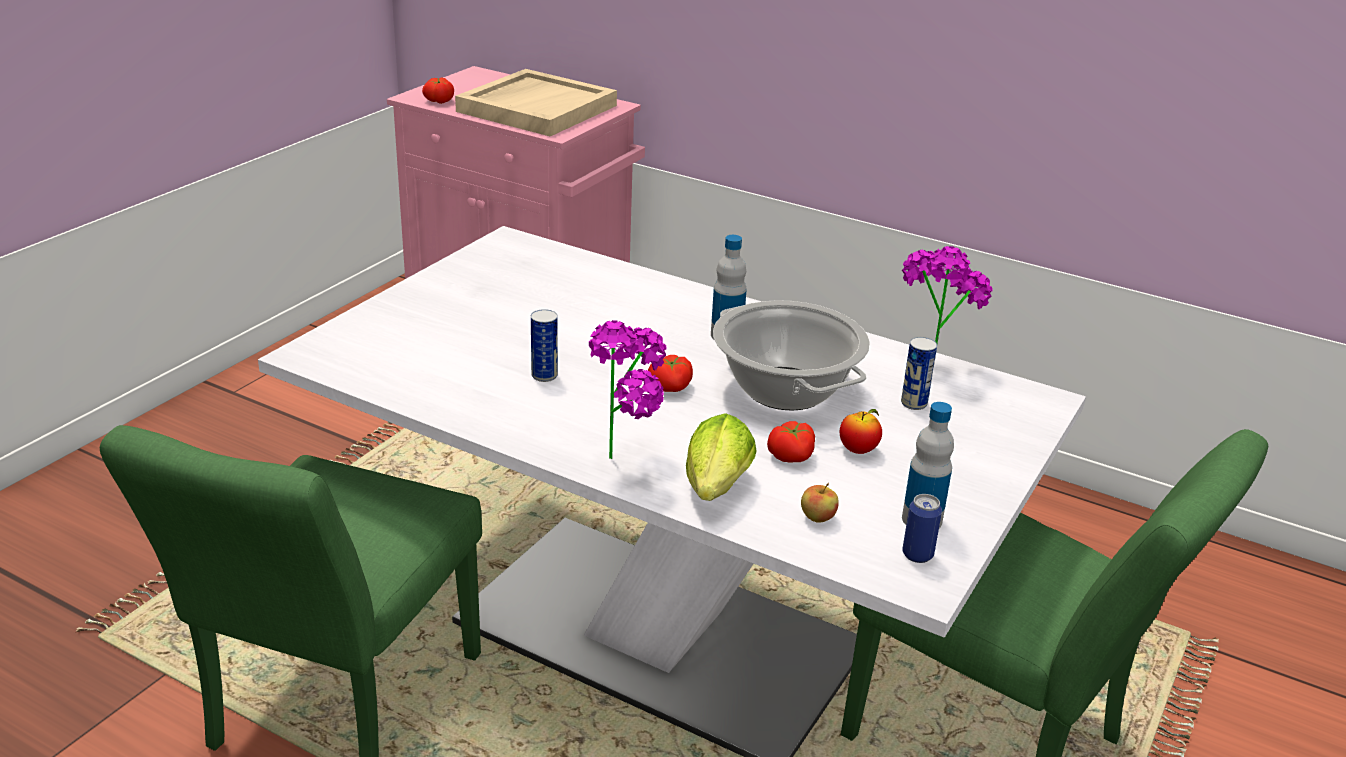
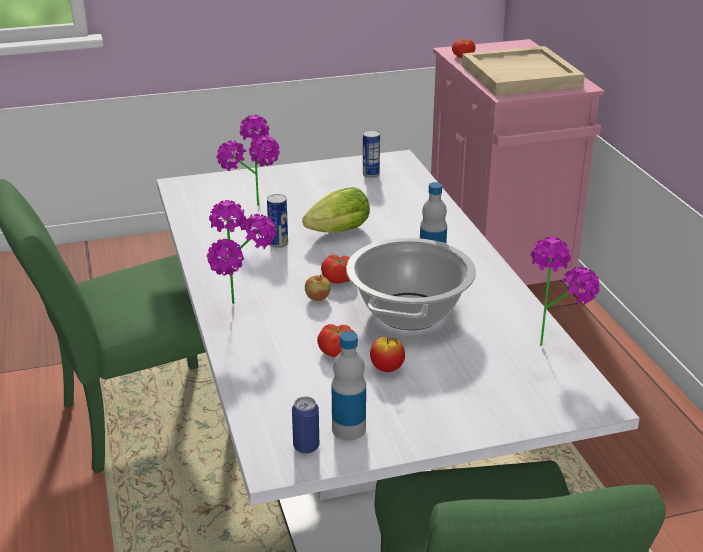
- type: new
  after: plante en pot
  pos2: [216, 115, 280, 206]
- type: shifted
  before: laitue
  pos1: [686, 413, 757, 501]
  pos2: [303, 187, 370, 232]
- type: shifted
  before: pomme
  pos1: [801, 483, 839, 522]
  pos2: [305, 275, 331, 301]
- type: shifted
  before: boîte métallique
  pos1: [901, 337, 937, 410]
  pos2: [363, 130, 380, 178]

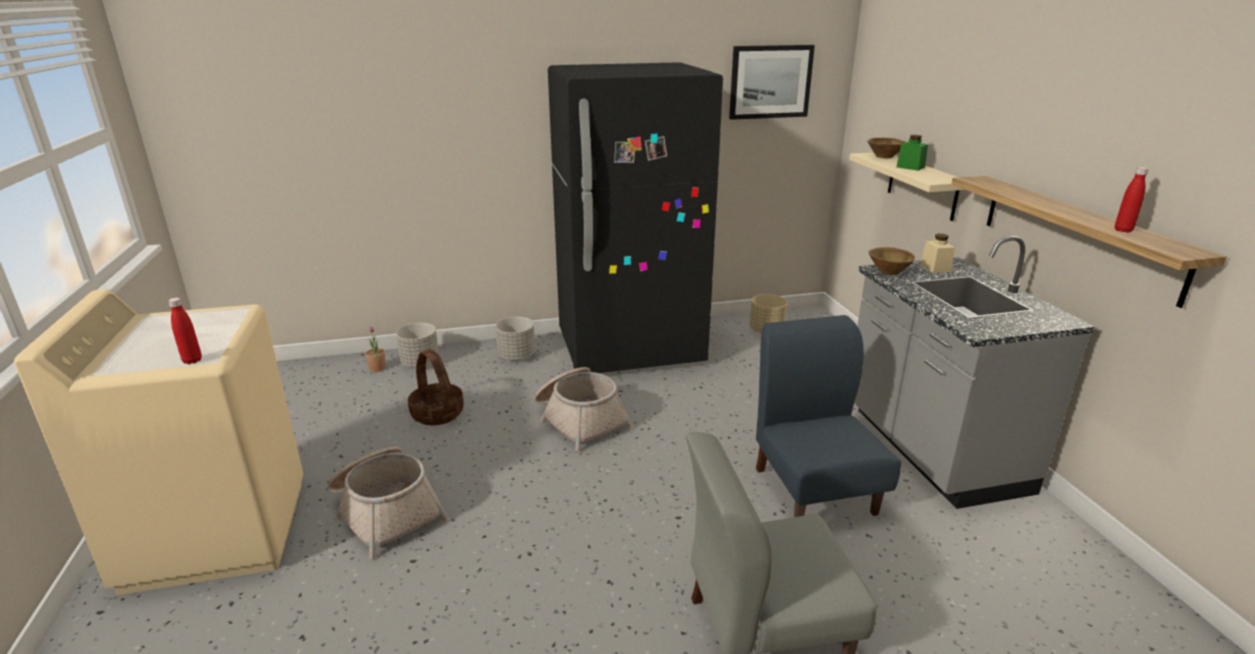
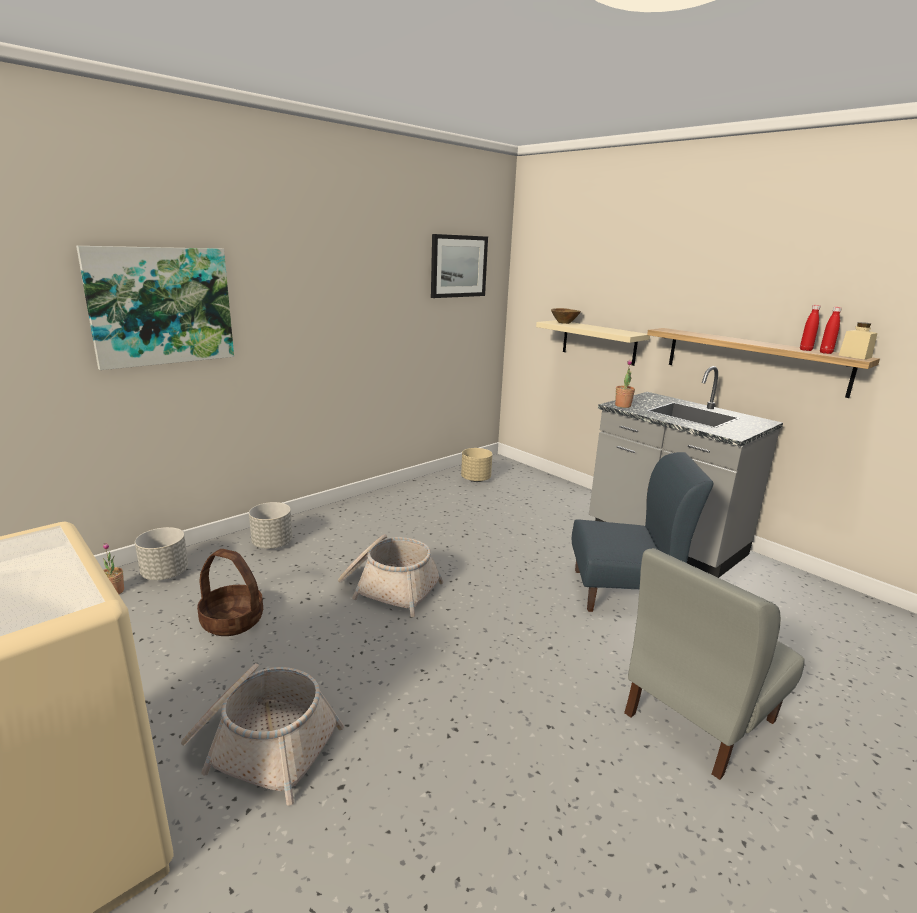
- type: gone
  before: réfrigérateur [noir]
  pos1: [548, 62, 723, 373]
- type: gone
  before: bocal [vert]
  pos1: [897, 135, 928, 171]
- type: new
  after: tableau
  pos2: [76, 246, 234, 370]
- type: shifted
  before: bouteille [rouge]
  pos1: [168, 298, 202, 364]
  pos2: [820, 307, 842, 354]
- type: shifted
  before: bocal [beige]
  pos1: [920, 233, 955, 273]
  pos2: [838, 322, 877, 360]
- type: swapped
  before: bol [marron]
  after: plante en pot
  pos1: [869, 247, 915, 275]
  pos2: [615, 360, 635, 408]
- type: rotated
  before: chaise [bleu]
  pos1: [756, 315, 901, 517]
  pos2: [572, 452, 713, 612]
  turn: 135

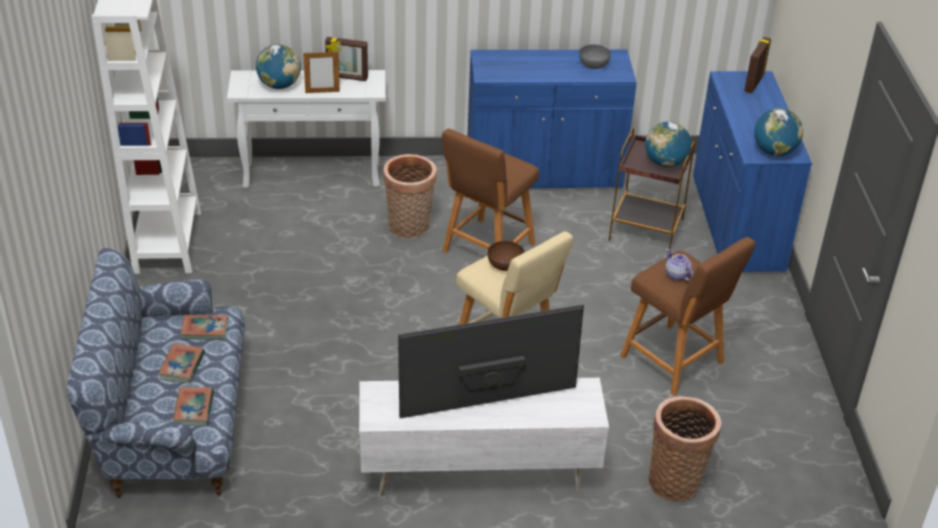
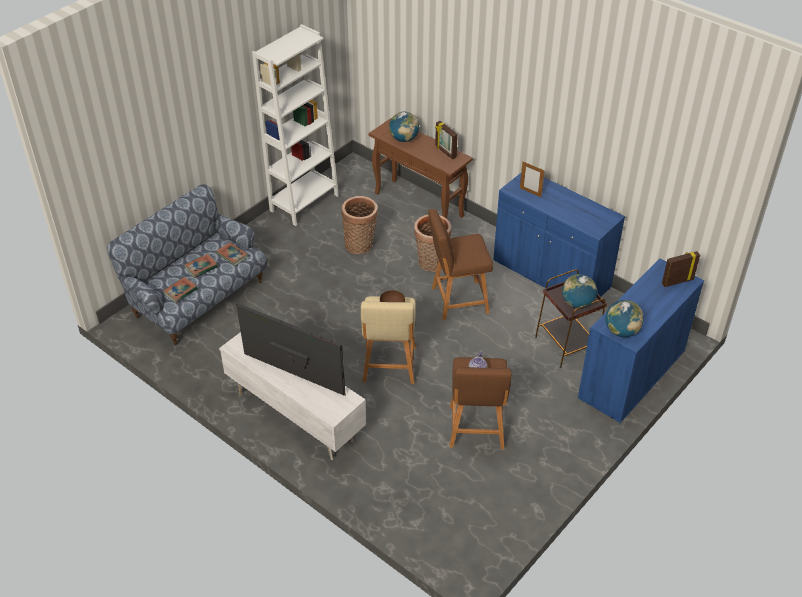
- type: gone
  before: bol [gris]
  pos1: [579, 45, 611, 69]
- type: shifted
  before: cadre photo
  pos1: [303, 51, 340, 93]
  pos2: [520, 161, 545, 197]
- type: shifted
  before: panier
  pos1: [649, 396, 721, 502]
  pos2: [341, 196, 378, 254]
- type: repainted
  before: table console [blanc]
  after: table console [marron]
  pos1: [227, 70, 386, 188]
  pos2: [369, 118, 473, 219]

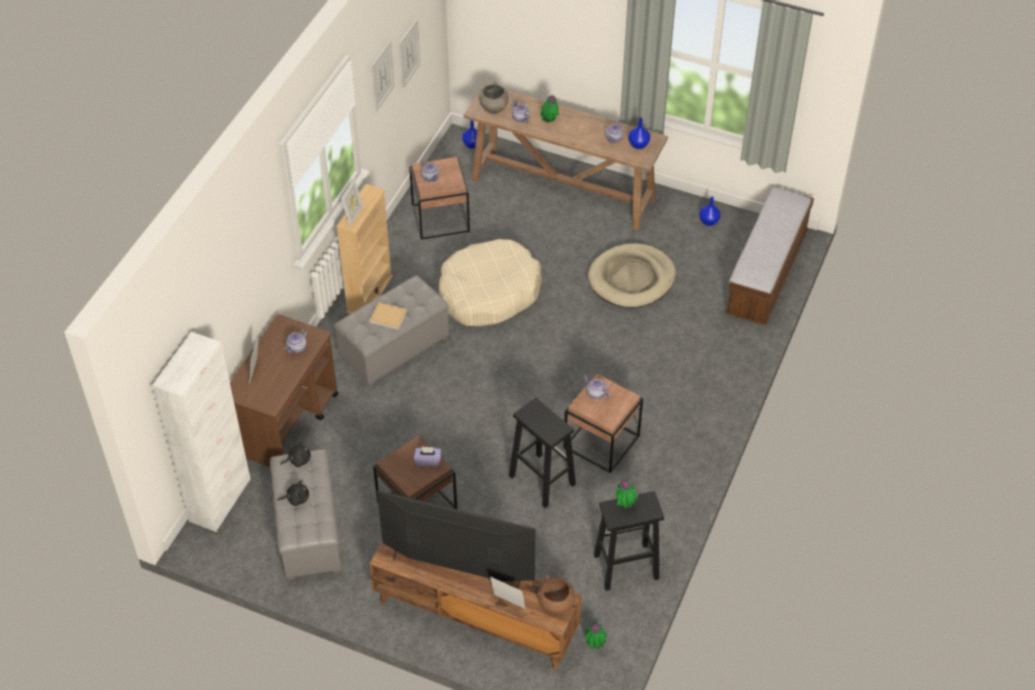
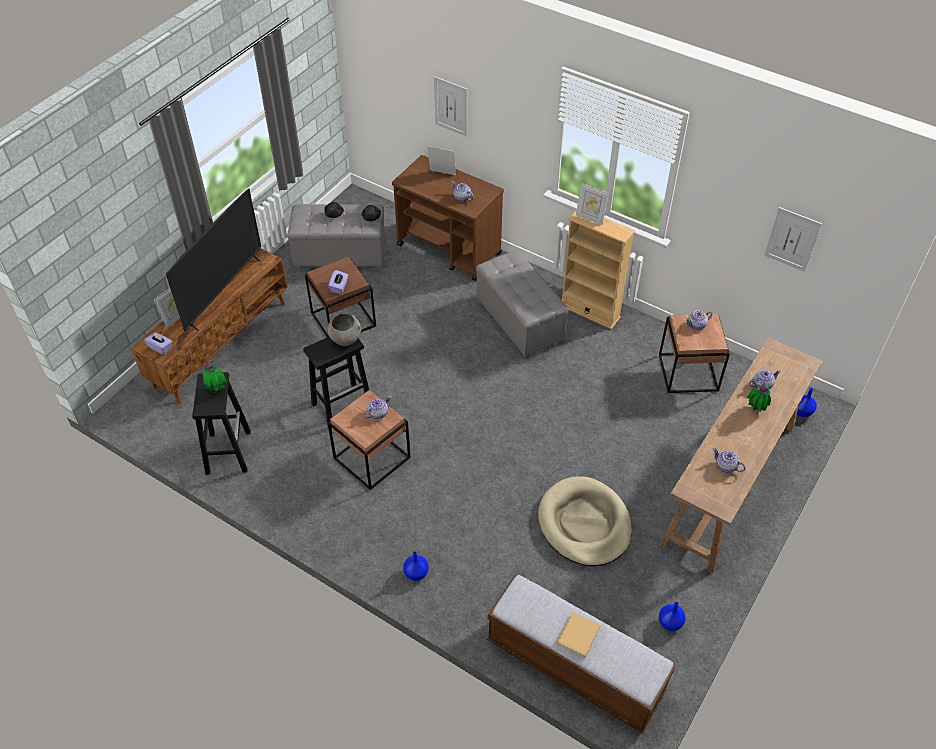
- type: gone
  before: meuble de rangement [blanc]
  pos1: [152, 332, 251, 532]
- type: gone
  before: panier pour chien [beige]
  pos1: [438, 239, 542, 326]
- type: gone
  before: plante en pot
  pos1: [586, 622, 607, 650]
- type: shifted
  before: livre [beige]
  pos1: [369, 302, 407, 330]
  pos2: [557, 612, 601, 658]
- type: shifted
  before: tableau
  pos1: [372, 41, 395, 112]
  pos2: [434, 76, 467, 137]
- type: shifted
  before: bol [gris]
  pos1: [479, 82, 509, 114]
  pos2: [328, 313, 362, 346]
- type: shifted
  before: vase [bleu]
  pos1: [628, 118, 650, 149]
  pos2: [403, 551, 429, 581]
- type: swapped
  before: bol [marron]
  after: boîte à mouchoirs [violet]
  pos1: [538, 575, 574, 615]
  pos2: [144, 332, 172, 355]

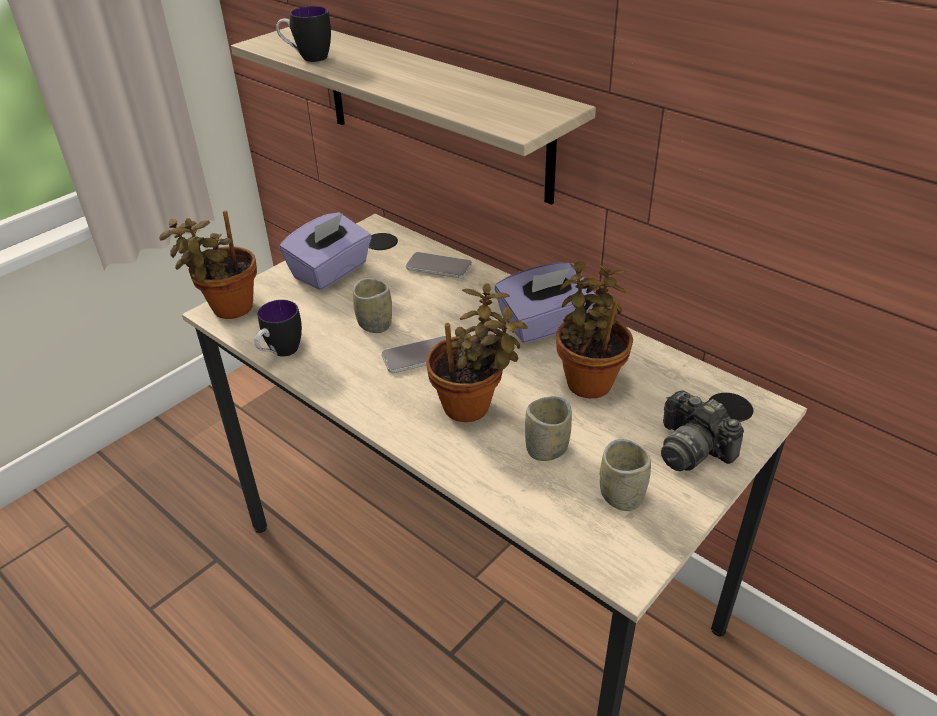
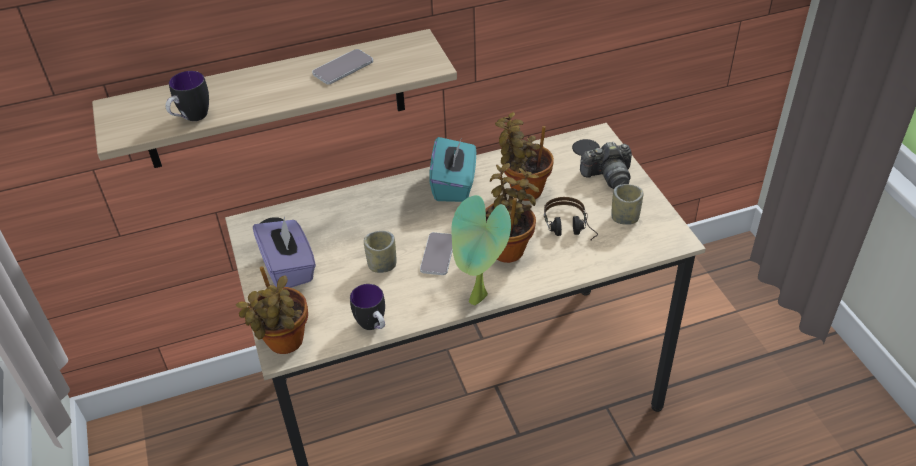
- type: new
  after: plante en pot
  pos2: [451, 195, 511, 305]
- type: shifted
  before: téléphone
  pos1: [406, 252, 472, 278]
  pos2: [312, 49, 373, 84]
- type: swapped
  before: tasse
  after: casque audio
  pos1: [525, 397, 572, 461]
  pos2: [544, 197, 598, 240]
- type: repainted
  before: boîte à mouchoirs [violet]
  after: boîte à mouchoirs [turquoise]
  pos1: [495, 262, 596, 343]
  pos2: [429, 137, 476, 202]

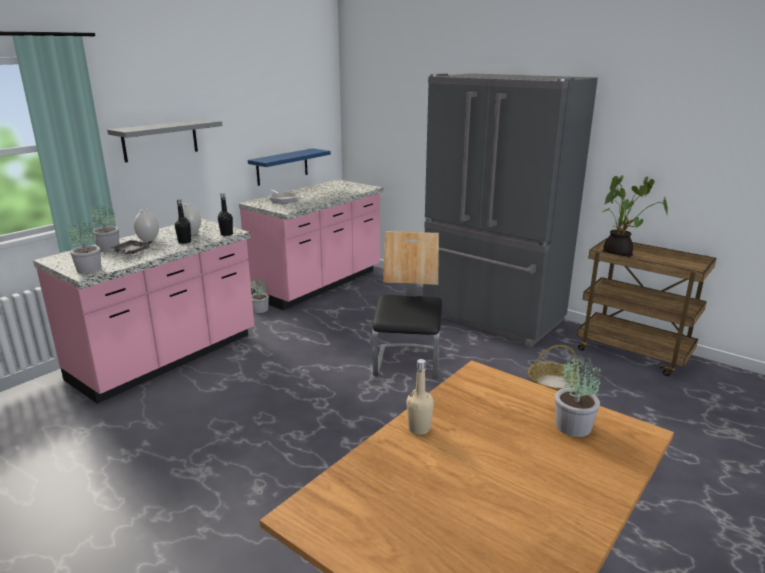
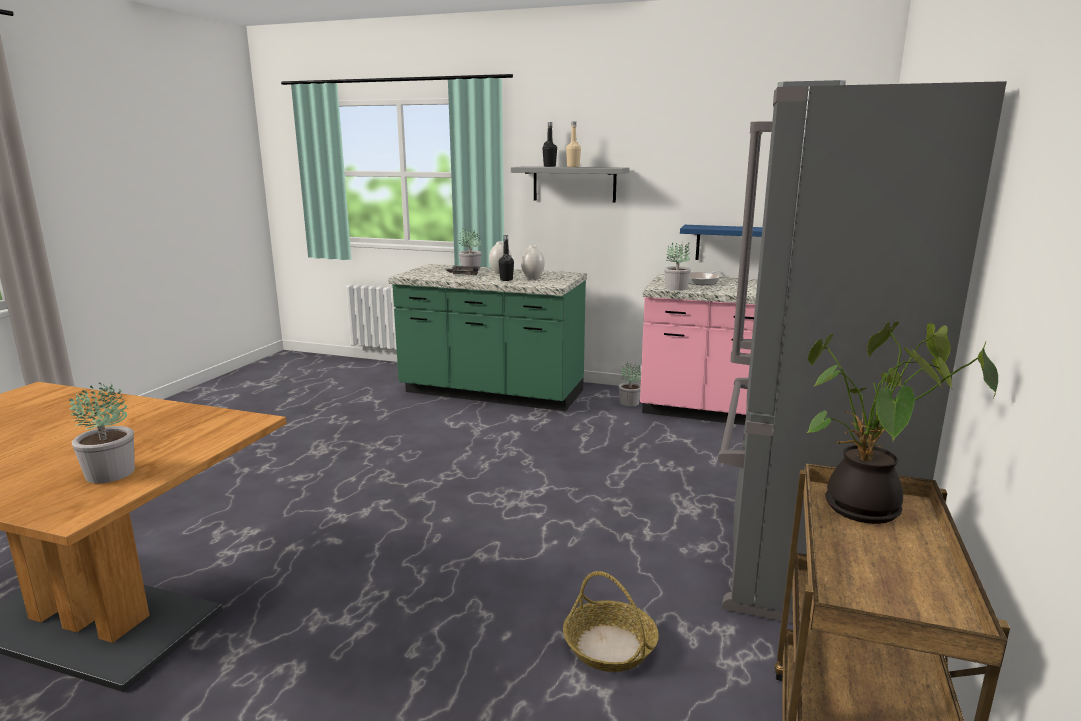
- type: gone
  before: chaise
  pos1: [372, 231, 442, 380]
- type: shifted
  before: plante en pot
  pos1: [68, 221, 101, 274]
  pos2: [664, 242, 691, 291]
- type: shifted
  before: bouteille [noir]
  pos1: [218, 193, 233, 236]
  pos2: [543, 122, 557, 167]
- type: shifted
  before: bouteille [beige]
  pos1: [406, 359, 434, 435]
  pos2: [566, 121, 581, 167]
- type: repainted
  before: comptoir de cuisine [rose]
  after: comptoir de cuisine [vert]
  pos1: [33, 218, 254, 404]
  pos2: [388, 264, 587, 411]

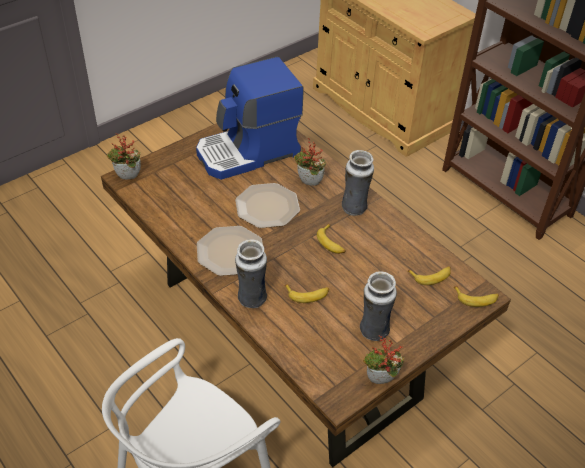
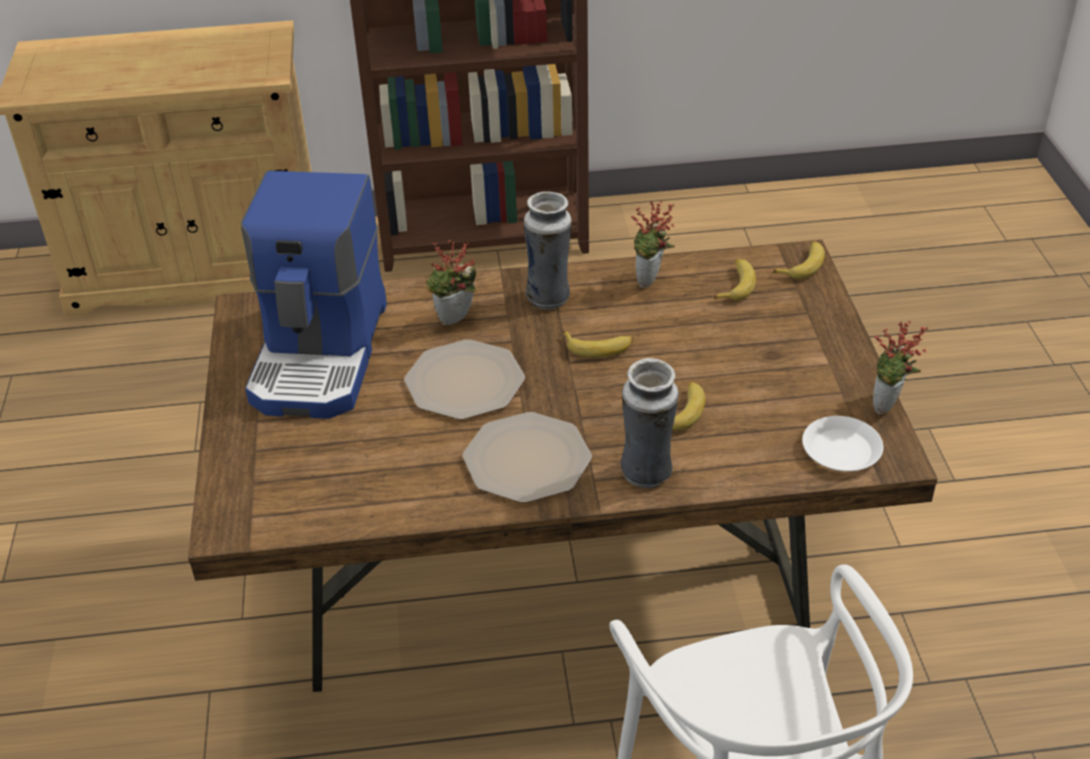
- type: gone
  before: vase
  pos1: [360, 271, 397, 341]
- type: new
  after: assiette [blanc]
  pos2: [802, 416, 883, 471]
- type: shifted
  before: plante en pot
  pos1: [107, 133, 141, 180]
  pos2: [631, 201, 675, 288]

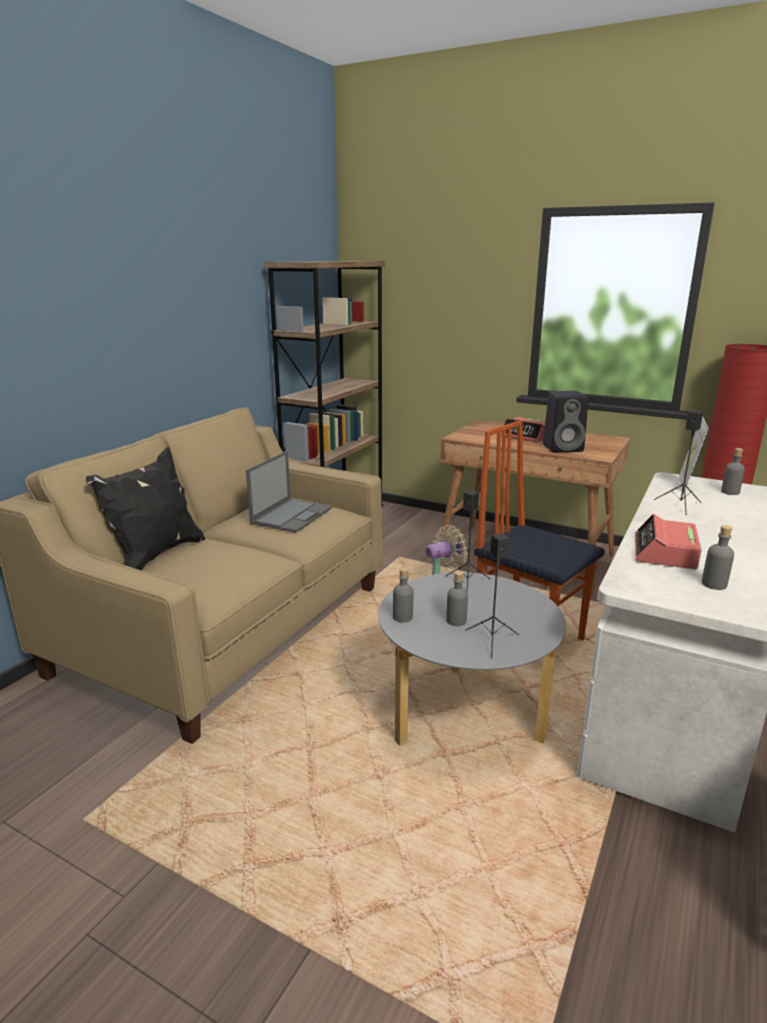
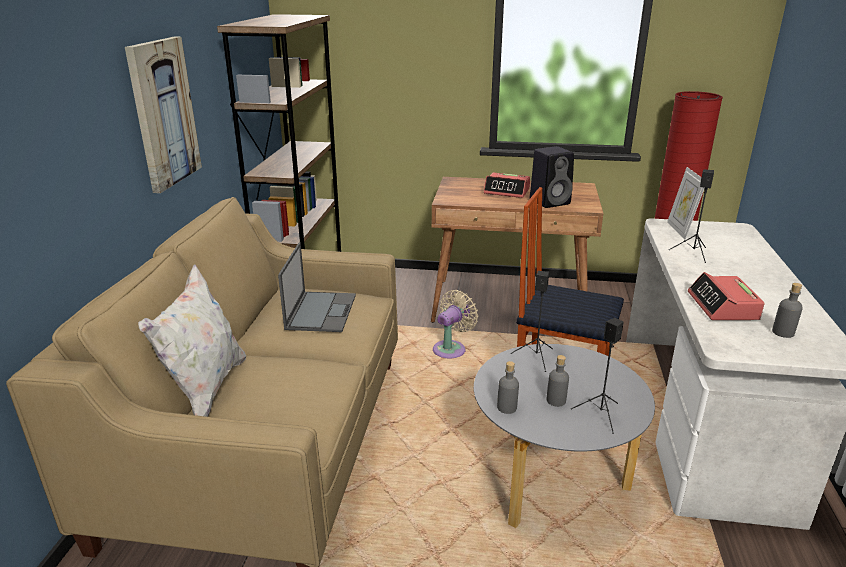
- type: gone
  before: bouteille [gris]
  pos1: [721, 448, 745, 495]
- type: new
  after: tableau
  pos2: [125, 37, 202, 193]
- type: repainted
  before: coussin [noir]
  after: coussin [blanc]
  pos1: [86, 447, 205, 570]
  pos2: [138, 264, 246, 417]

